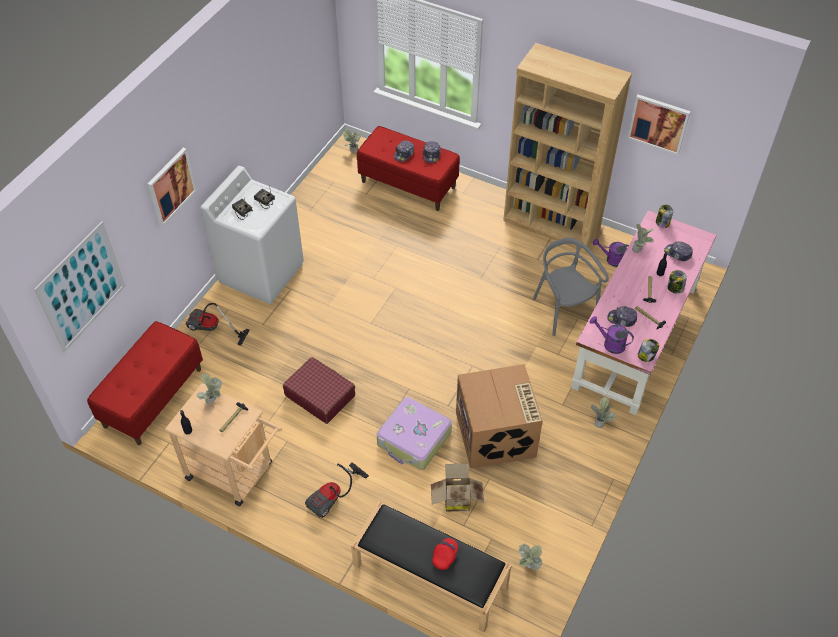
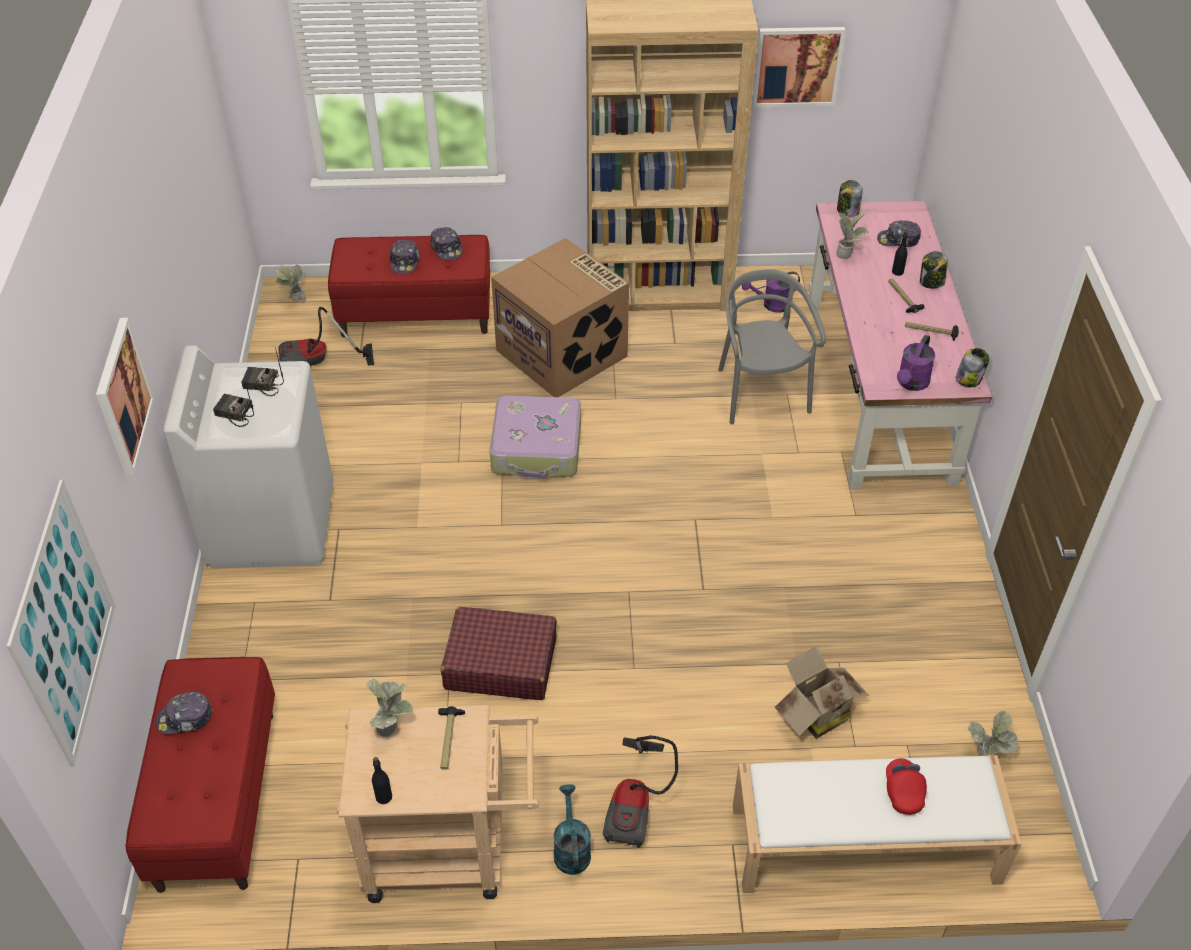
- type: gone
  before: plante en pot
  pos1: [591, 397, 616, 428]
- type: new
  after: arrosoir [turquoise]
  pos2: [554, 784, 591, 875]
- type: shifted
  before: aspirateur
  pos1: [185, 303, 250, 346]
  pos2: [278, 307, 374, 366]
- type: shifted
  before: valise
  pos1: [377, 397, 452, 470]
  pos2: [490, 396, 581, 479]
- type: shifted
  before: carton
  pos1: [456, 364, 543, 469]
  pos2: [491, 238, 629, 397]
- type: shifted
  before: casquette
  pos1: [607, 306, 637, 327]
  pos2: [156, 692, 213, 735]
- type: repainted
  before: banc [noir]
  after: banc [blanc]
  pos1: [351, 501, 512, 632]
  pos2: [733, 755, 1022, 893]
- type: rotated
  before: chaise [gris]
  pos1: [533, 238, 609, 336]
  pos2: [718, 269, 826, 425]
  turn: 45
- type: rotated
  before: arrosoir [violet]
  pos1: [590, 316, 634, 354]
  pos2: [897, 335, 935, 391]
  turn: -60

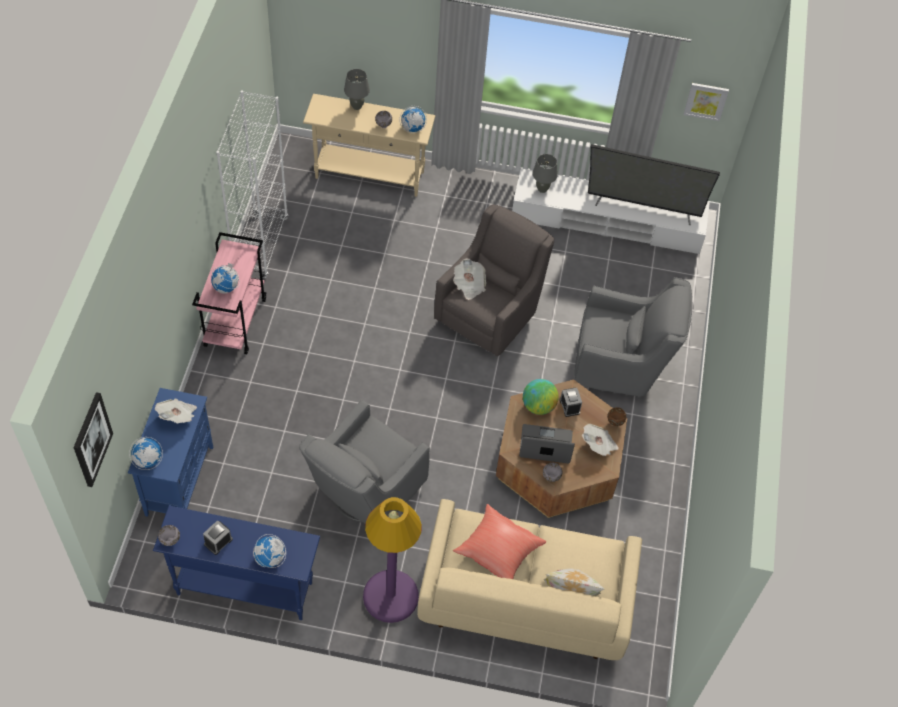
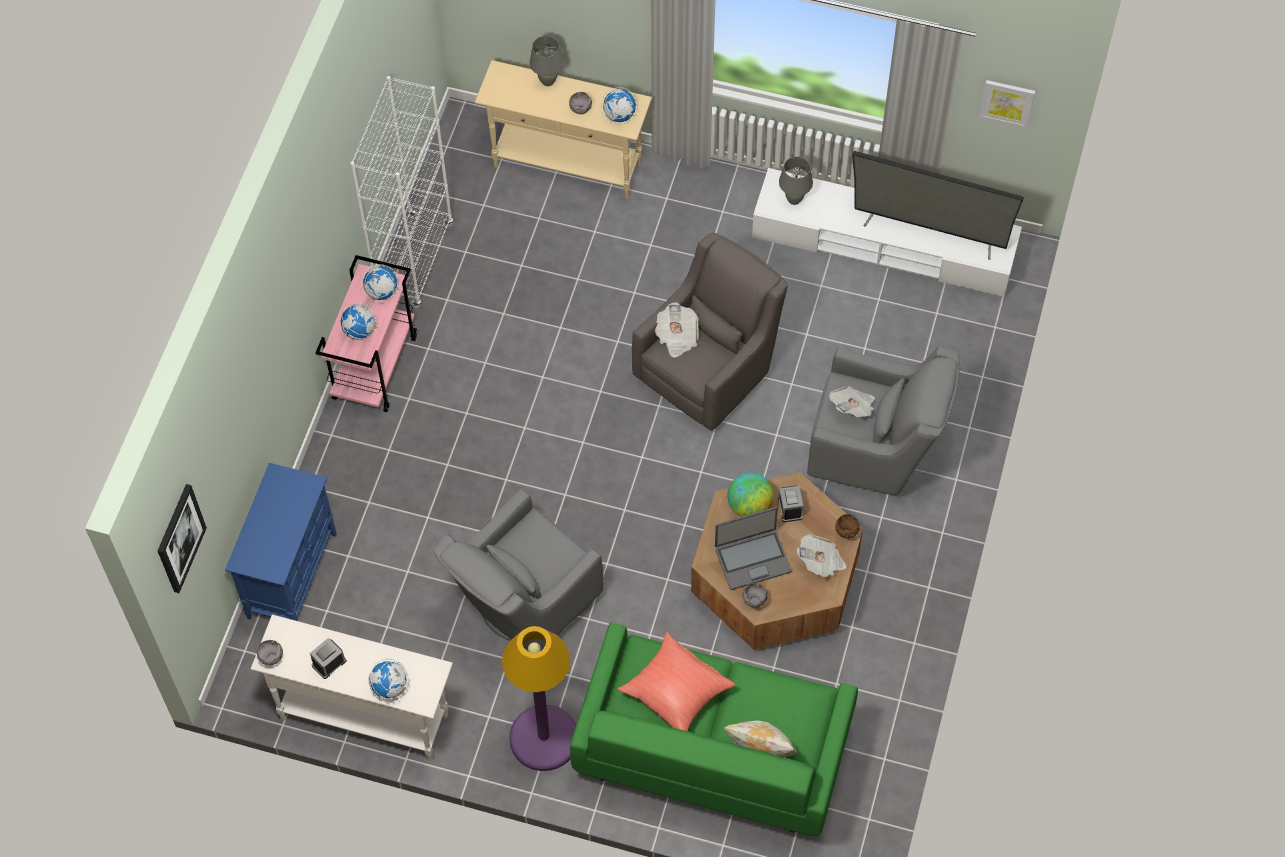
- type: shifted
  before: globe
  pos1: [129, 437, 163, 470]
  pos2: [361, 264, 399, 303]
- type: shifted
  before: journal
  pos1: [155, 398, 197, 423]
  pos2: [829, 386, 875, 417]
- type: repainted
  before: table console [bleu]
  after: table console [blanc]
  pos1: [153, 506, 320, 620]
  pos2: [250, 614, 453, 761]
- type: repainted
  before: canapé [beige]
  after: canapé [vert]
  pos1: [417, 499, 642, 660]
  pos2: [570, 622, 858, 836]
- type: rotated
  before: ordinateur portable
  pos1: [519, 424, 575, 463]
  pos2: [715, 507, 791, 590]
  turn: 150

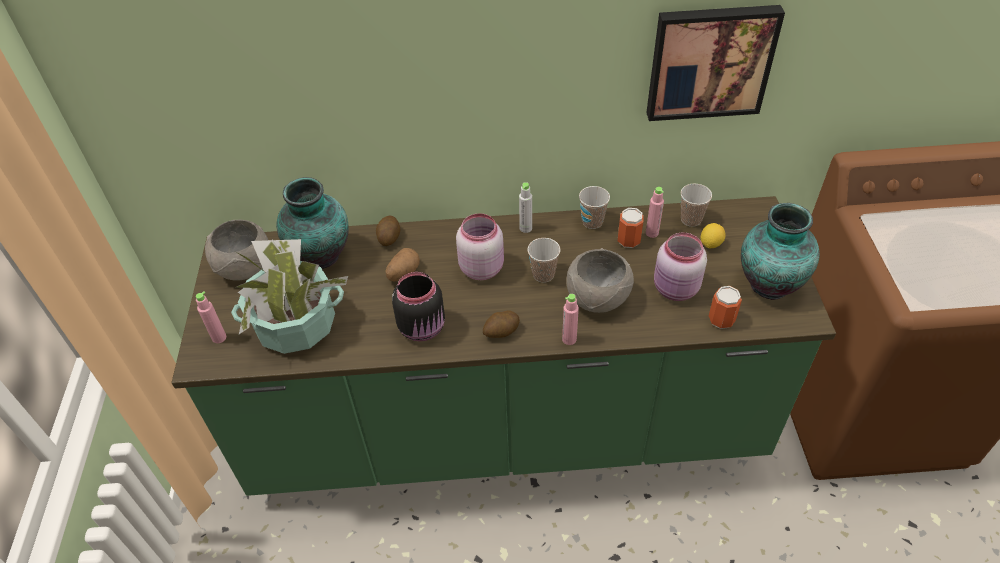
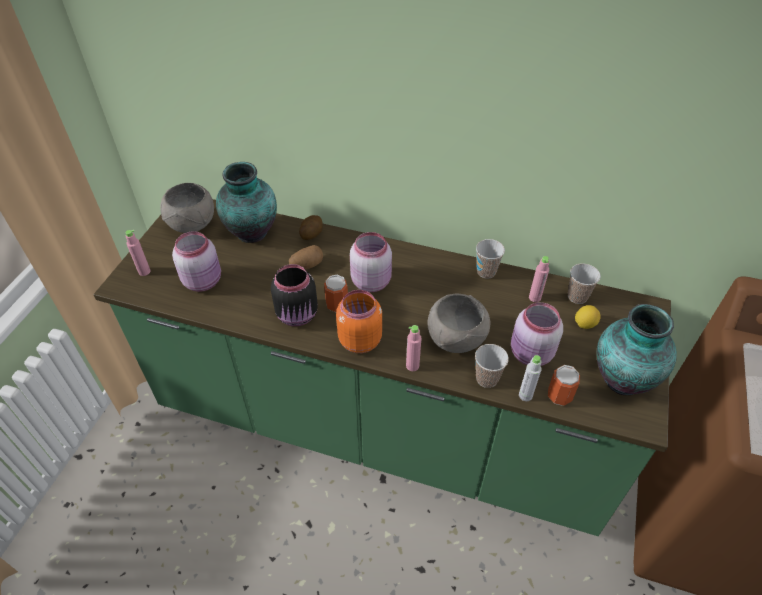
- type: gone
  before: tableau
  pos1: [646, 5, 785, 121]
- type: shifted
  before: bouteille [gris]
  pos1: [519, 182, 532, 233]
  pos2: [519, 355, 542, 401]
- type: shifted
  before: tasse
  pos1: [528, 238, 560, 283]
  pos2: [475, 344, 509, 388]
- type: shifted
  before: boîte métallique
  pos1: [618, 208, 644, 248]
  pos2: [324, 275, 348, 313]
- type: swapped
  before: plante en pot
  after: bocal [rose]
  pos1: [231, 239, 348, 354]
  pos2: [172, 231, 221, 292]
- type: swapped
  before: pomme de terre
  after: bocal [orange]
  pos1: [483, 310, 520, 338]
  pos2: [336, 290, 382, 353]

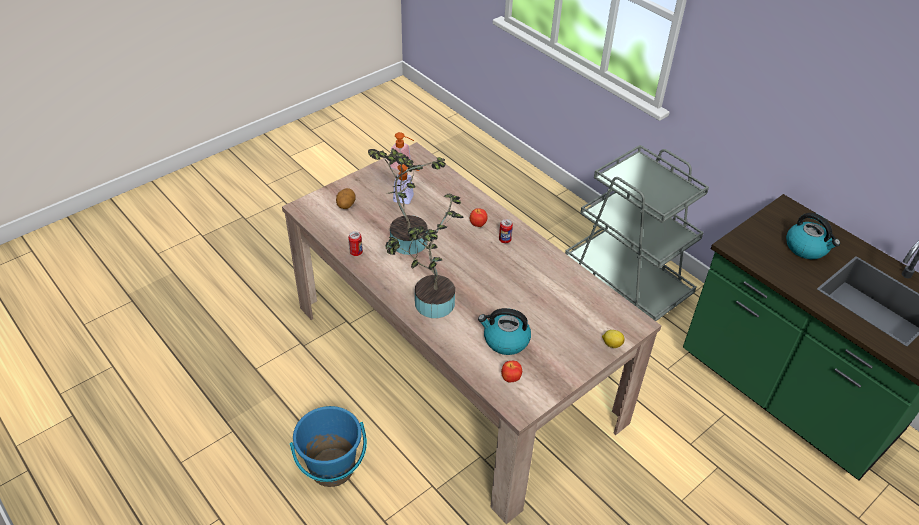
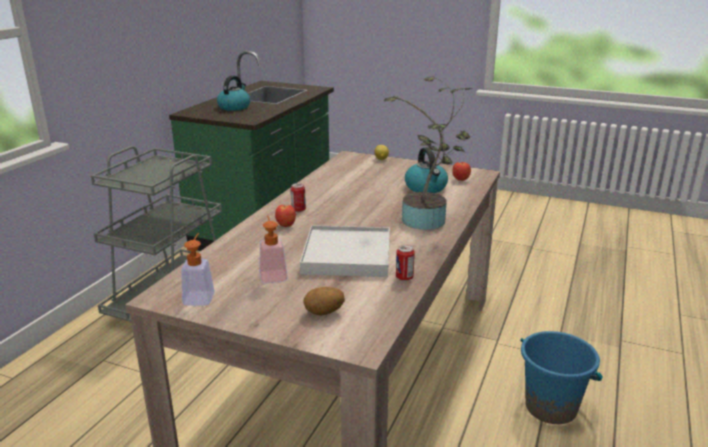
- type: swapped
  before: plante en pot
  after: plateau [blanc]
  pos1: [368, 148, 445, 255]
  pos2: [300, 225, 390, 277]

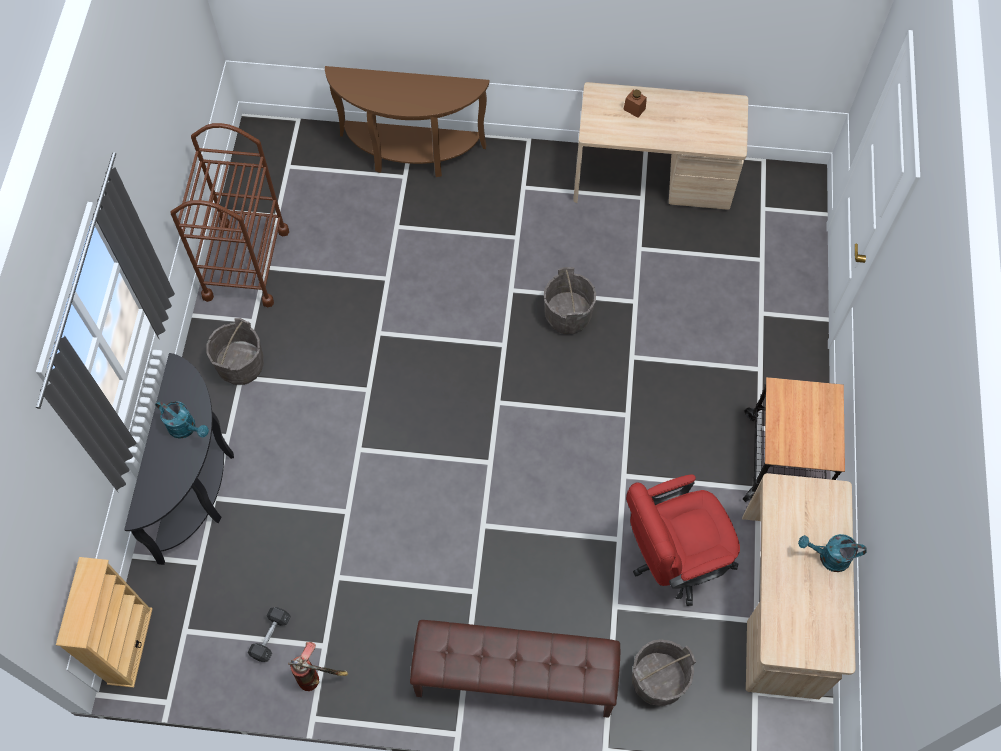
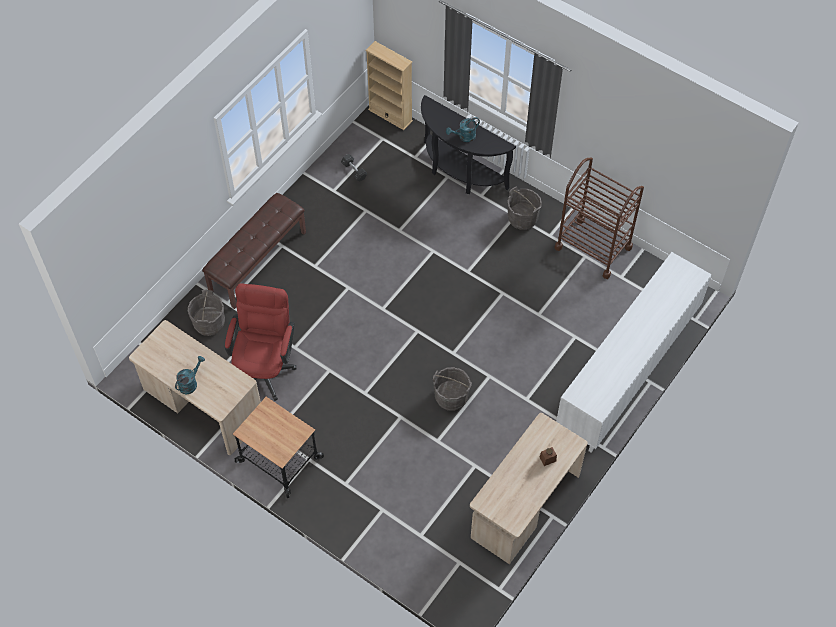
- type: gone
  before: extincteur
  pos1: [288, 642, 348, 691]
- type: swapped
  before: table console [marron]
  after: meuble de rangement [blanc]
  pos1: [325, 66, 489, 177]
  pos2: [556, 252, 712, 453]

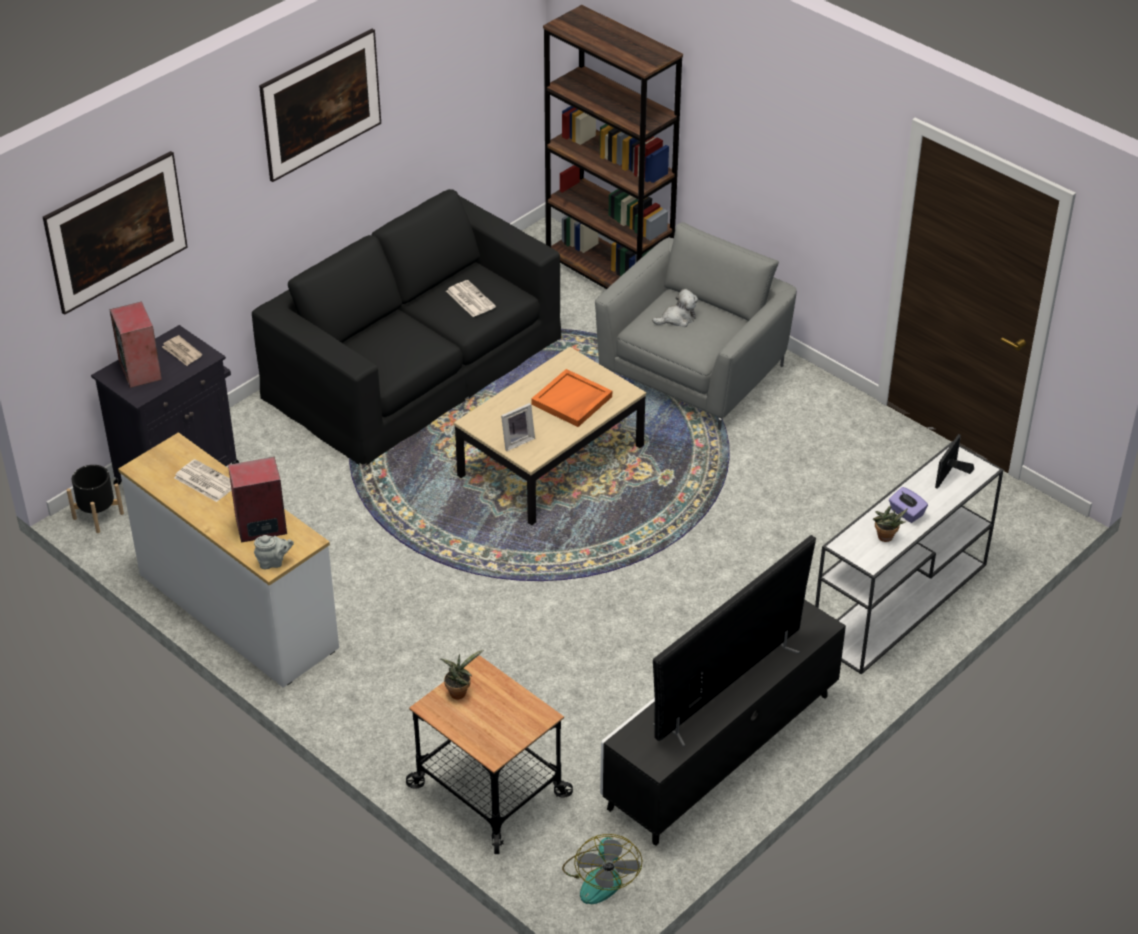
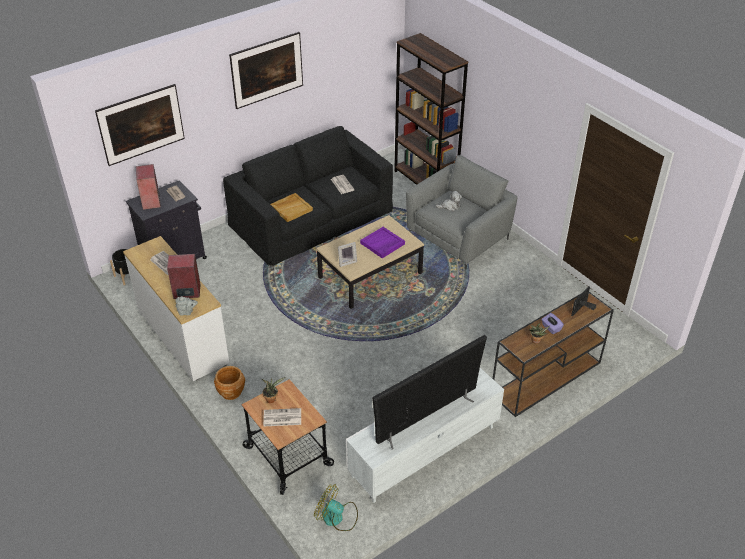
- type: new
  after: cache-pot [marron]
  pos2: [214, 366, 245, 400]
- type: new
  after: journal
  pos2: [263, 408, 301, 427]
- type: new
  after: plateau [beige]
  pos2: [270, 193, 313, 222]
- type: repainted
  before: plateau [orange]
  after: plateau [violet]
  pos1: [531, 369, 612, 427]
  pos2: [360, 227, 405, 258]
- type: repainted
  before: meuble télé [noir]
  after: meuble télé [blanc]
  pos1: [600, 599, 846, 846]
  pos2: [346, 368, 504, 503]
- type: repainted
  before: table console [blanc]
  after: table console [marron]
  pos1: [815, 441, 1003, 674]
  pos2: [493, 292, 614, 417]
- type: rotated
  before: ventilateur
  pos1: [562, 834, 642, 904]
  pos2: [314, 484, 358, 531]
  turn: 105

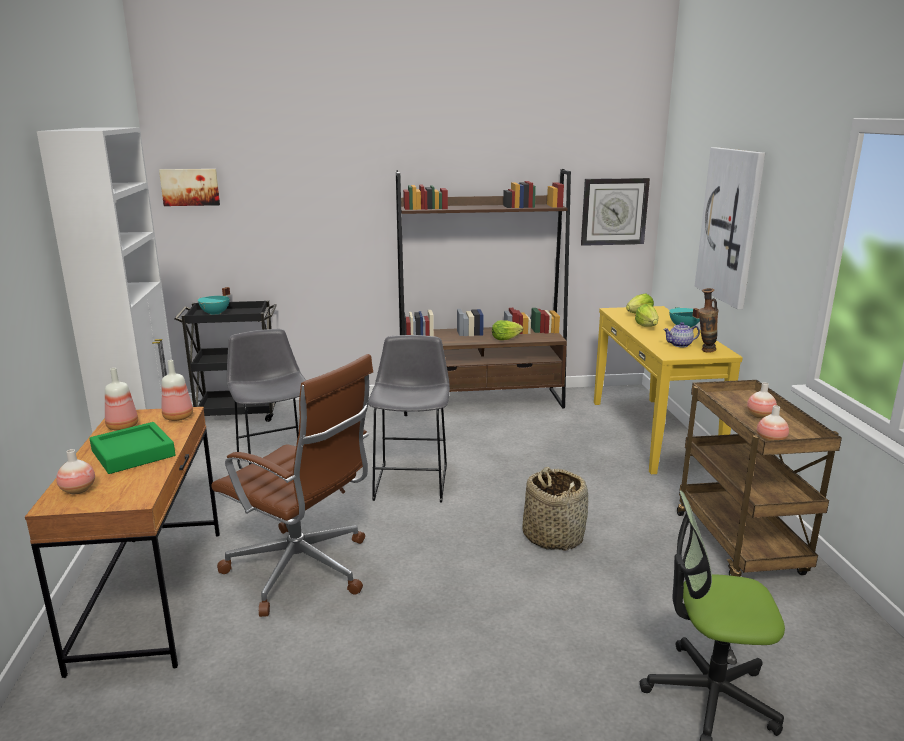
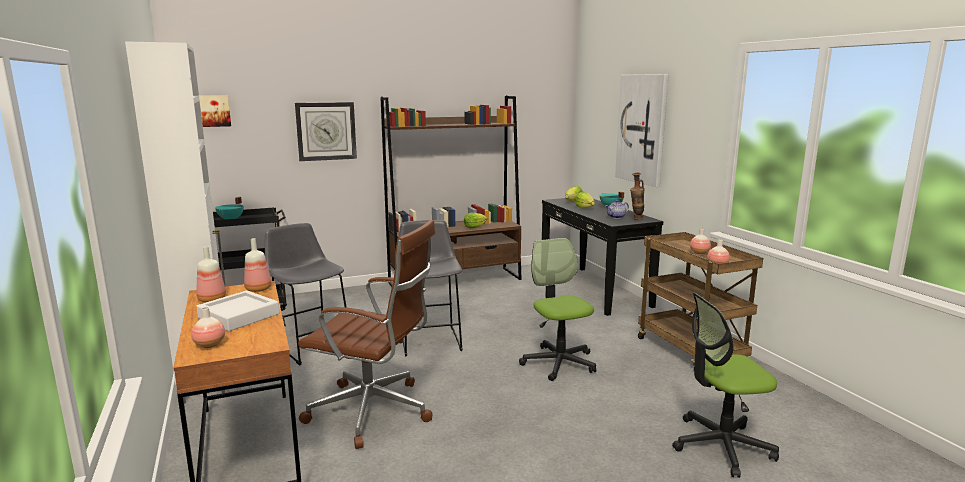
- type: shifted
  before: horloge murale
  pos1: [581, 178, 650, 246]
  pos2: [295, 102, 357, 161]
- type: swapped
  before: panier
  after: chaise de bureau
  pos1: [522, 467, 588, 551]
  pos2: [519, 238, 596, 381]
- type: repainted
  before: plateau [vert]
  after: plateau [blanc]
  pos1: [90, 422, 175, 474]
  pos2: [196, 290, 279, 331]
- type: repainted
  before: table console [jaune]
  after: table console [noir]
  pos1: [594, 306, 743, 474]
  pos2: [542, 198, 663, 316]

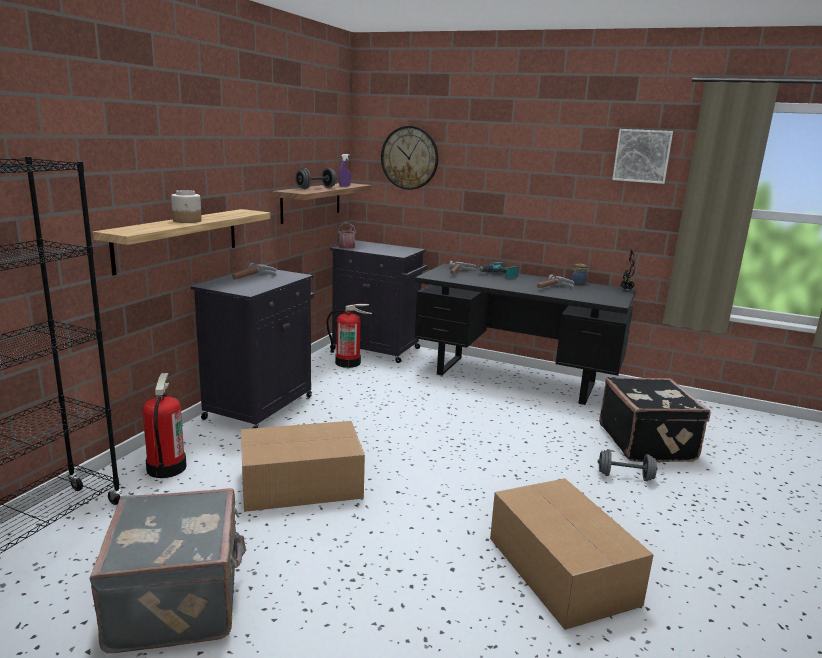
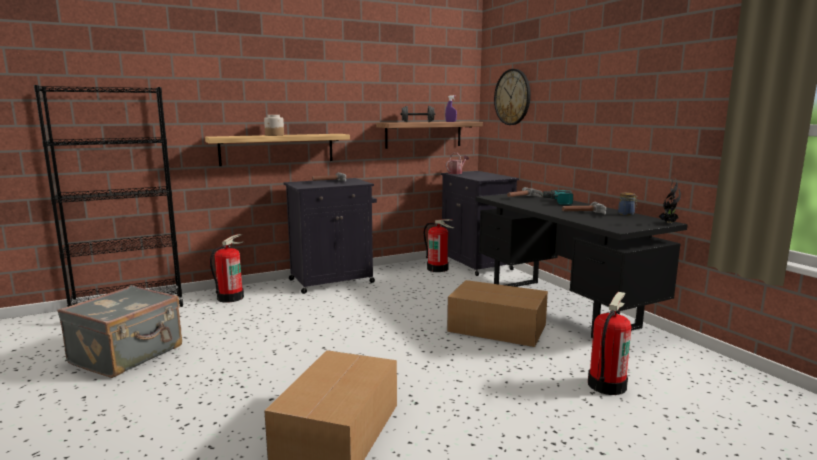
- type: gone
  before: haltère [gris]
  pos1: [598, 449, 657, 481]
- type: gone
  before: tableau
  pos1: [612, 129, 673, 184]
- type: shifted
  before: carton
  pos1: [241, 421, 365, 512]
  pos2: [447, 280, 548, 347]
- type: swapped
  before: valise [noir]
  after: extincteur
  pos1: [599, 377, 711, 462]
  pos2: [588, 292, 631, 395]

